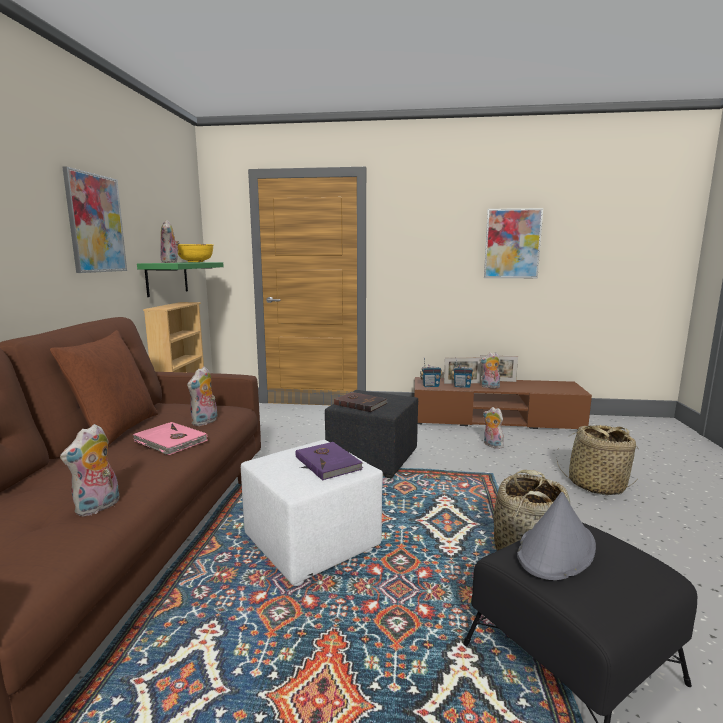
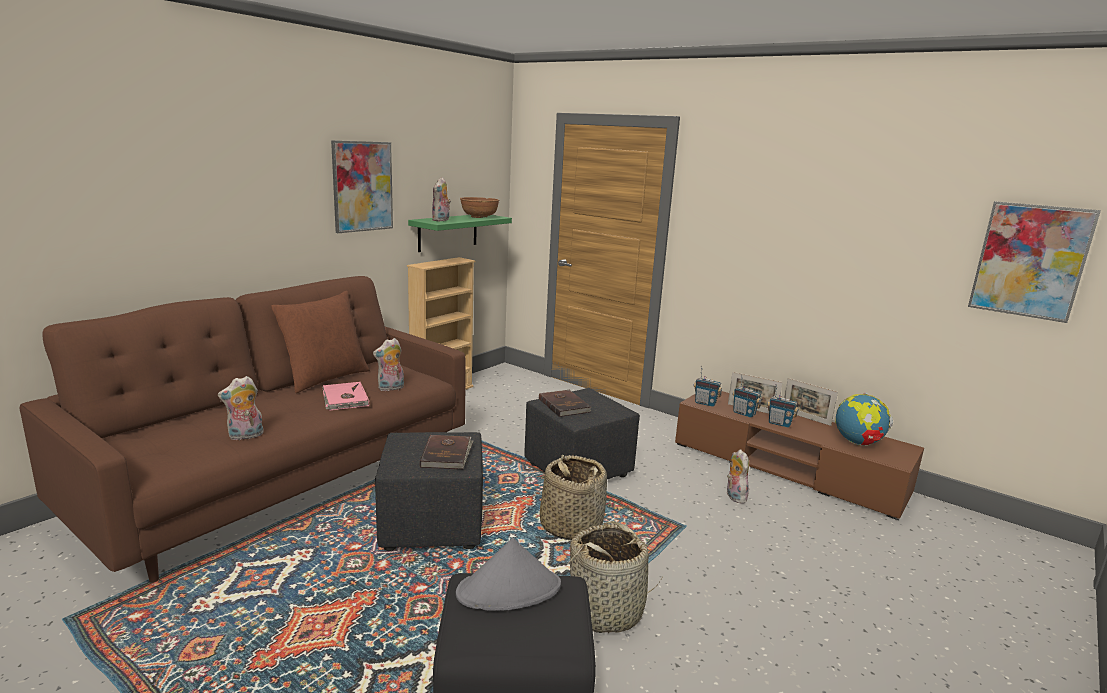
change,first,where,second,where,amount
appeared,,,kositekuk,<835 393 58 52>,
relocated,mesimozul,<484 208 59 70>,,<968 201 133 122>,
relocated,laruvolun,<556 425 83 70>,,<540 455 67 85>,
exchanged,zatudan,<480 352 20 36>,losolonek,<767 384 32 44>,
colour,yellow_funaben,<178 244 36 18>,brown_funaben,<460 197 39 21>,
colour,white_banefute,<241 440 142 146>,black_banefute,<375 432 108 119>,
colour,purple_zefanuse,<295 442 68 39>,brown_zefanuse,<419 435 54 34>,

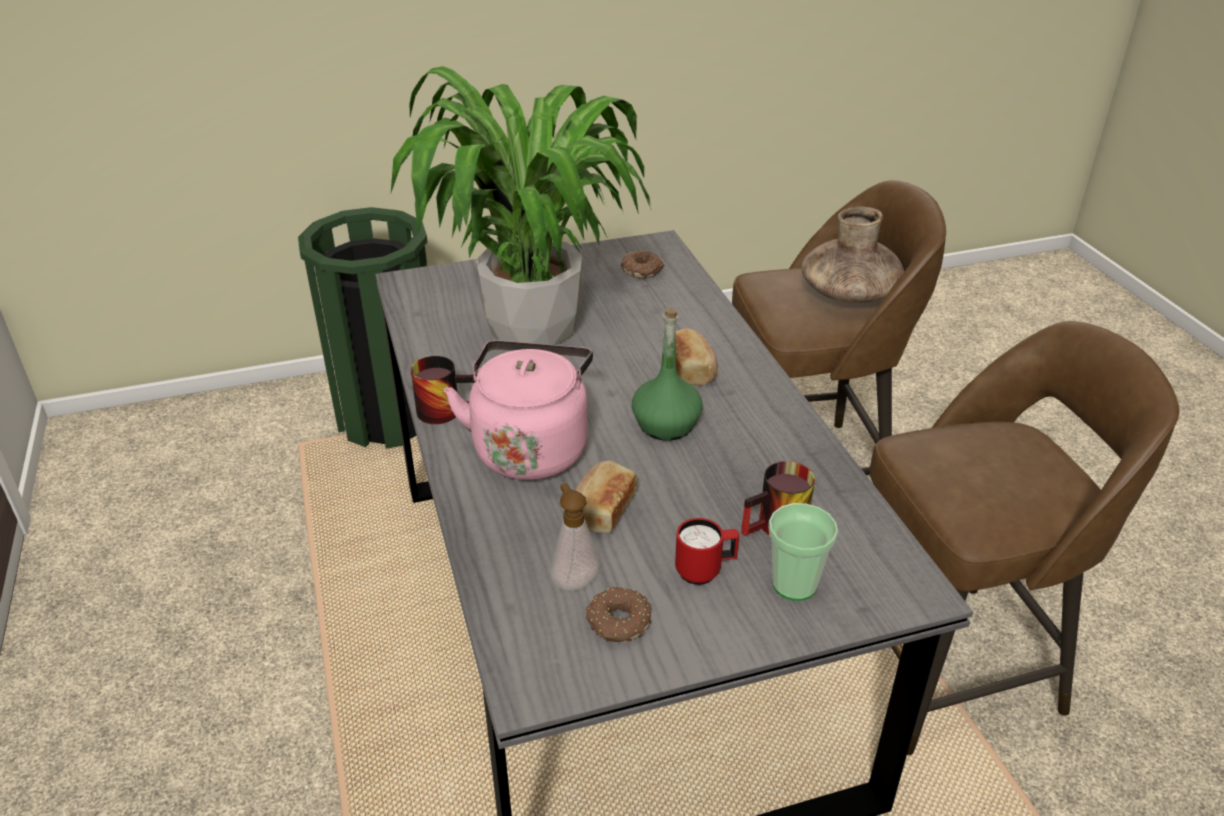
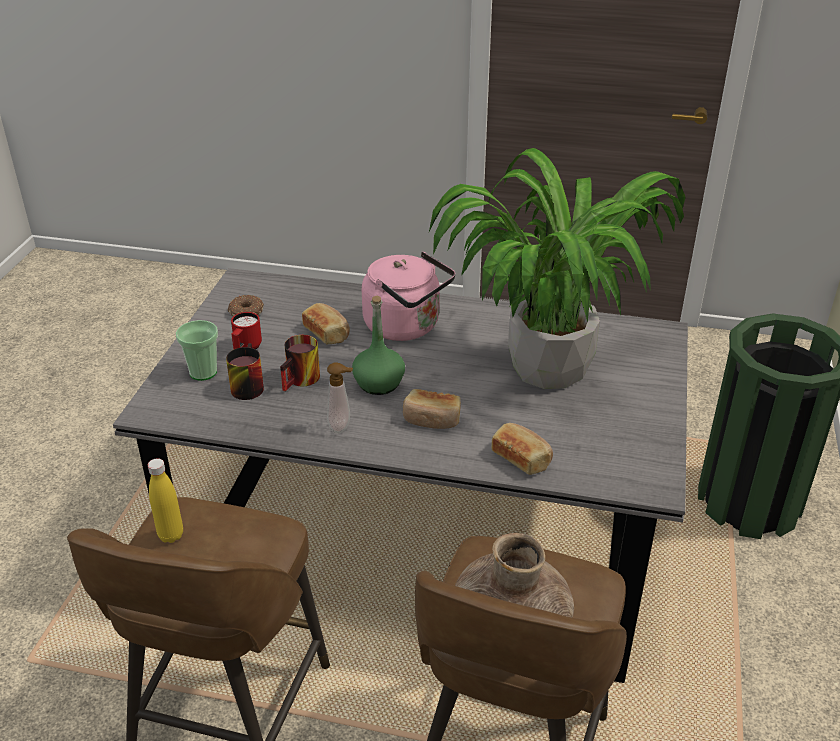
change,first,where,second,where,amount
missing,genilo,<621 251 43 27>,,,
appeared,,,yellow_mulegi,<148 458 35 85>,
appeared,,,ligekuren,<491 423 62 52>,
relocated,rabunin,<411 356 66 68>,,<280 335 40 56>,
relocated,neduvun,<550 483 50 108>,,<327 362 26 72>,

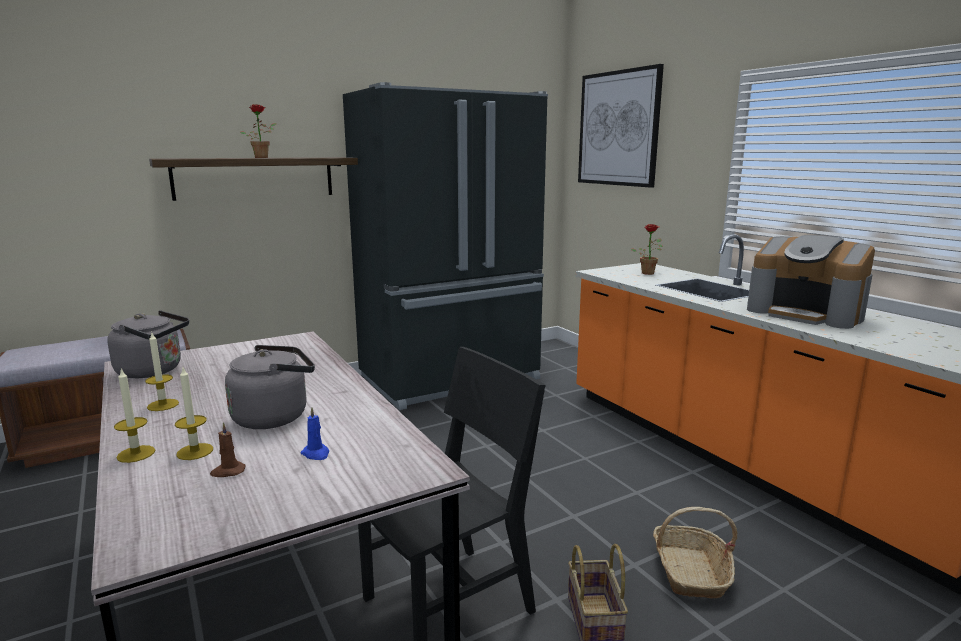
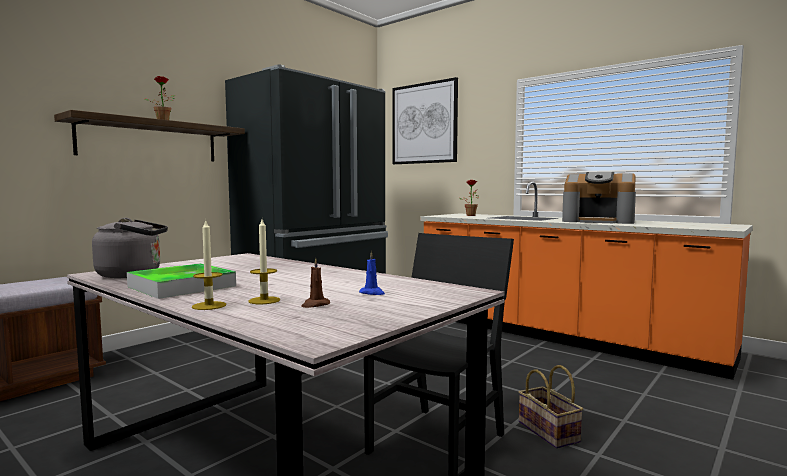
change,first,where,second,where,amount
missing,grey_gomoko,<225 345 90 84>,,,
missing,laruvolun,<653 507 84 91>,,,
exchanged,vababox,<145 333 34 78>,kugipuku,<127 263 109 36>,

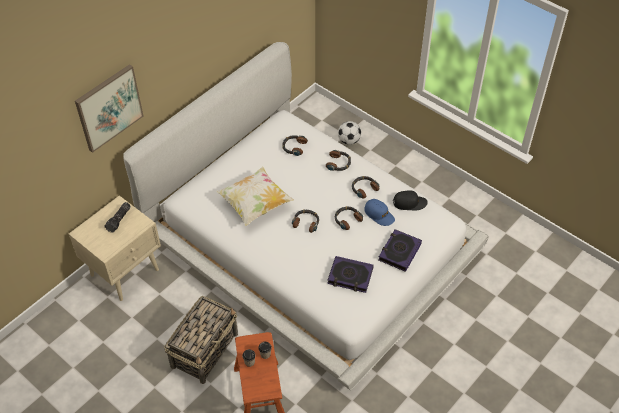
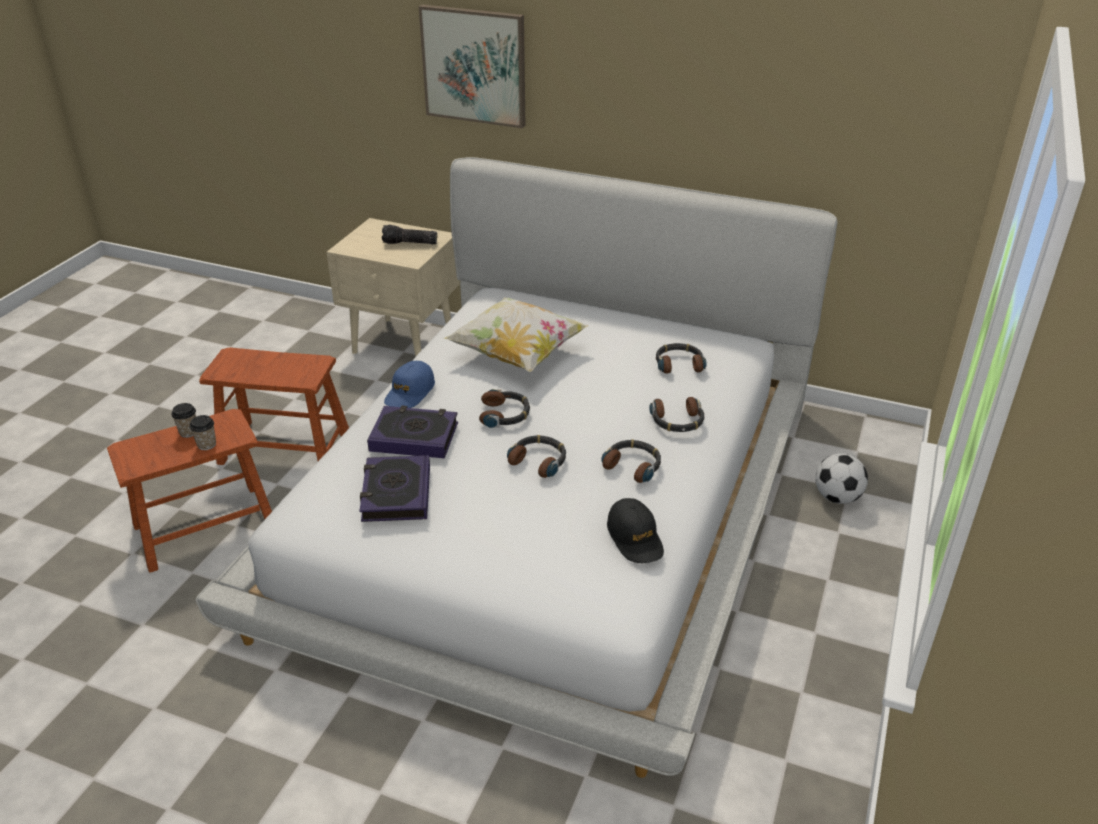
change,first,where,second,where,amount
relocated,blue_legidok,<364 199 31 27>,,<384 361 51 47>,
relocated,zefanuse,<379 229 43 43>,,<367 405 91 53>,
exchanged,laruvolun,<164 296 74 88>,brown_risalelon,<199 347 150 118>,

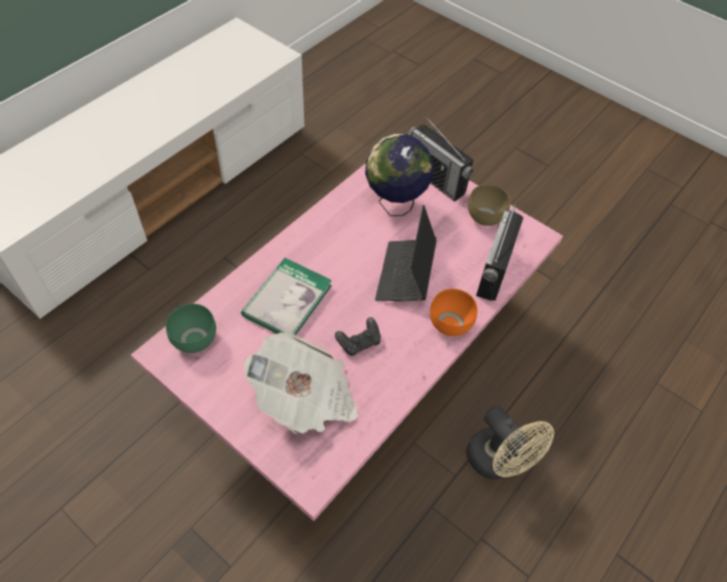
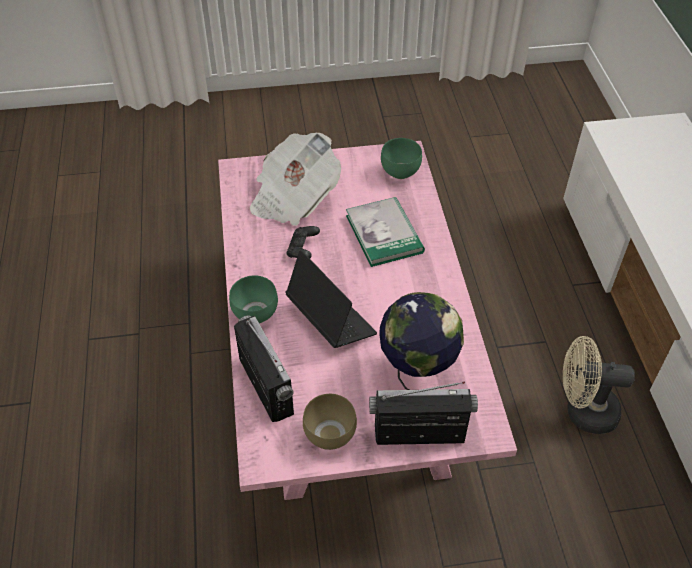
change,first,where,second,where,amount
relocated,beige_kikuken,<466 406 88 73>,,<563 336 72 98>,
colour,orange_funaben,<430 289 48 47>,green_funaben,<229 275 49 48>,

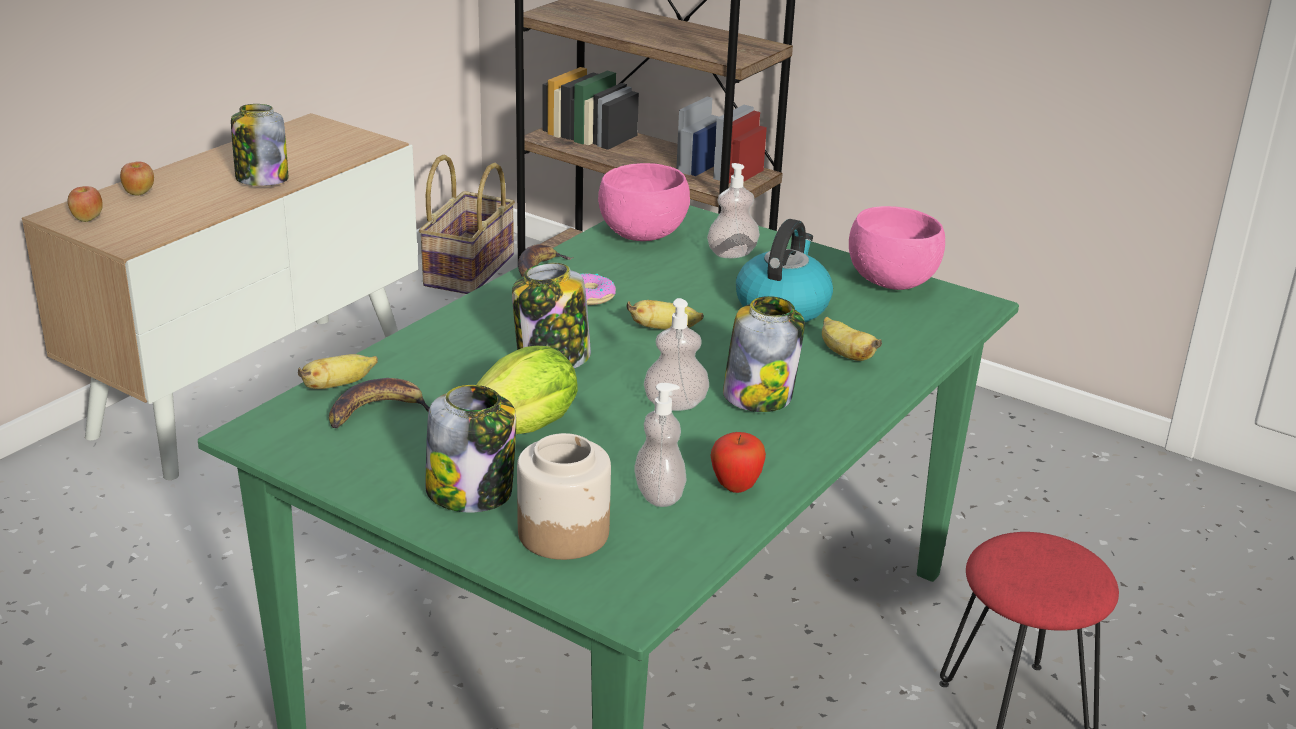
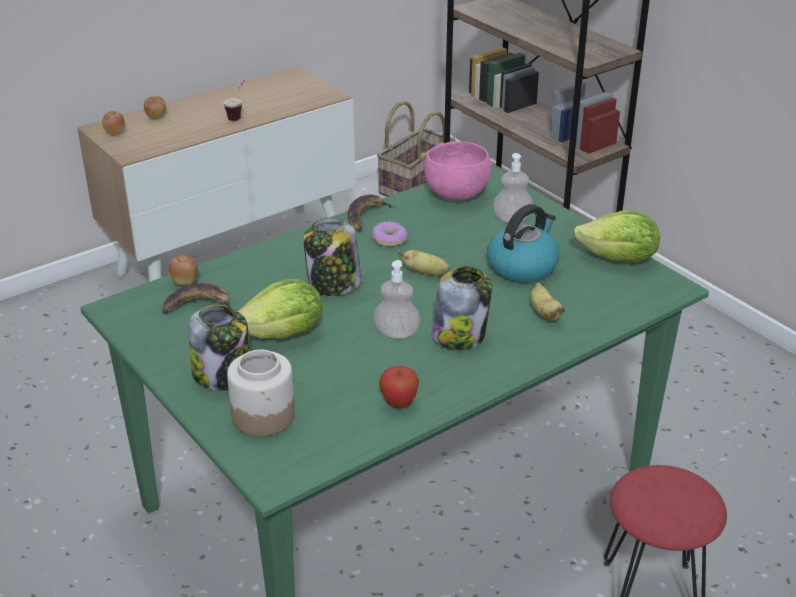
change,first,where,second,where,amount
missing,neduvun,<634 383 53 124>,,,
exchanged,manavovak,<231 104 58 82>,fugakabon,<223 81 21 40>,
exchanged,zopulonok,<298 354 80 35>,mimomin,<169 255 29 30>,
exchanged,pink_funaben,<849 206 96 84>,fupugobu,<573 211 87 51>,

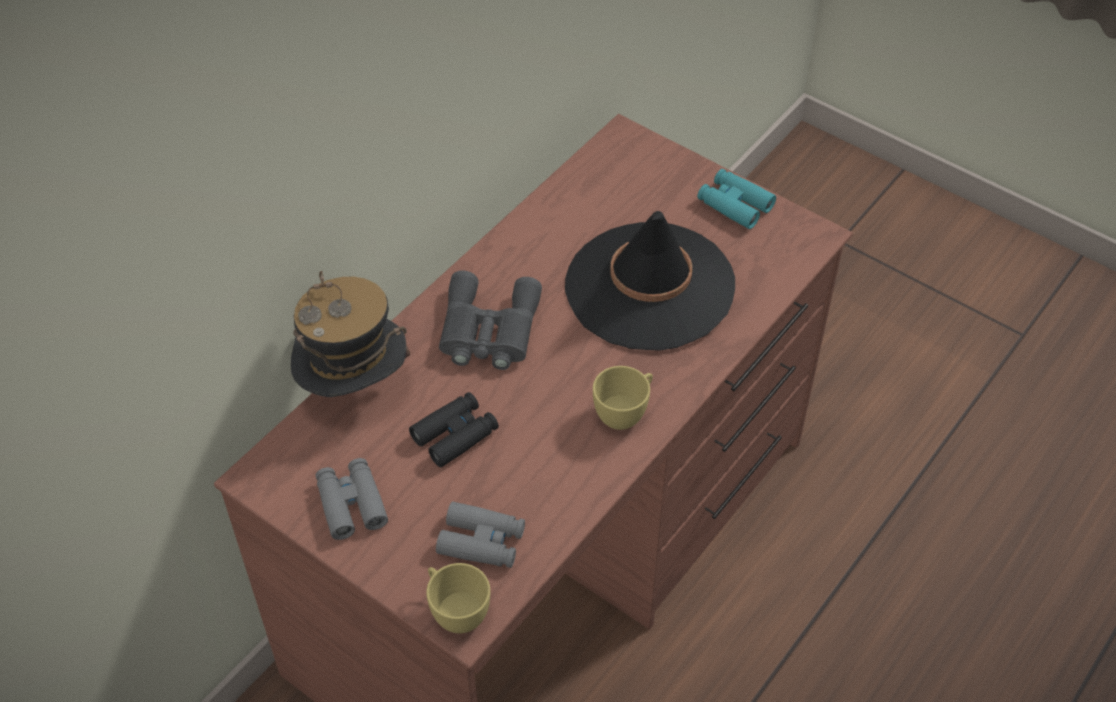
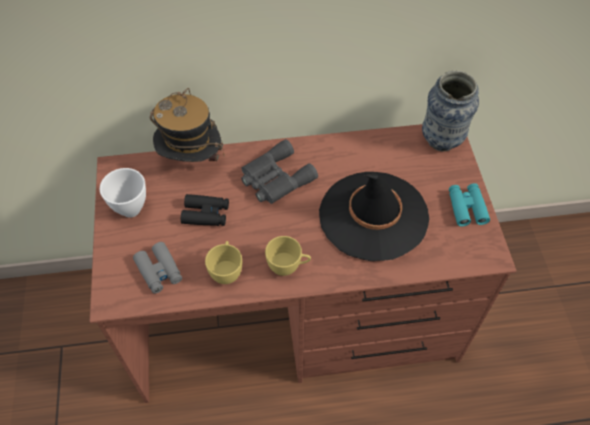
change,first,where,second,where,amount
appeared,,,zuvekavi,<422 71 57 81>,
relocated,yellow_fugakabon,<426 563 64 70>,,<205 241 37 43>,
exchanged,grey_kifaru,<316 458 72 82>,white_funaben,<100 168 46 50>,

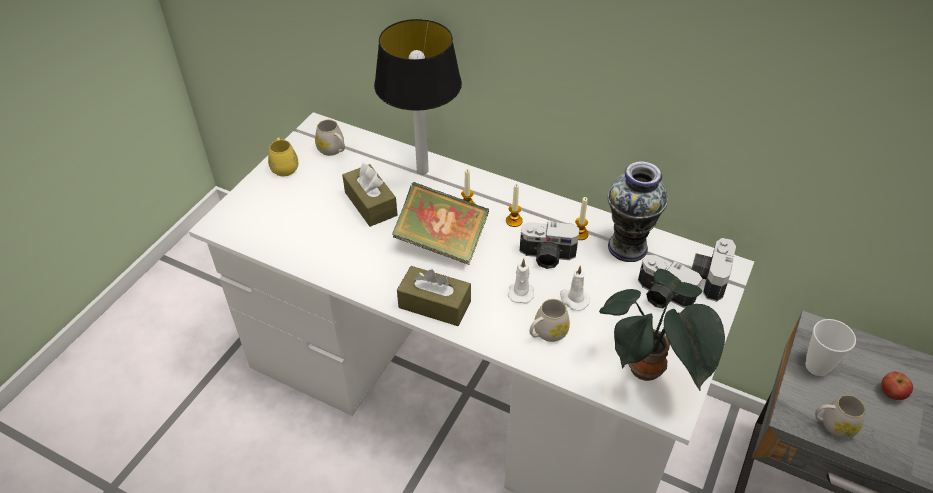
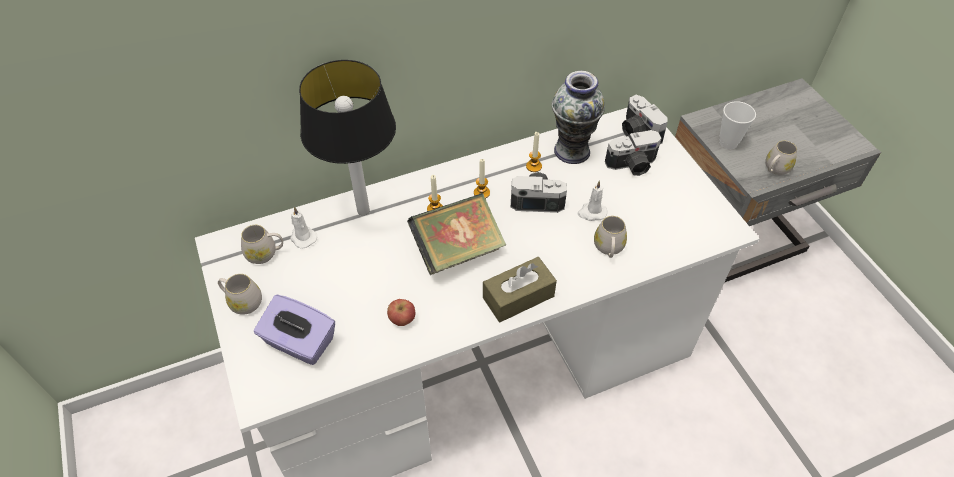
change,first,where,second,where,amount
missing,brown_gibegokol,<342 163 55 64>,,,
missing,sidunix,<599 269 126 122>,,,
appeared,,,purple_gibegokol,<254 295 81 70>,
relocated,white_vababox,<508 259 26 44>,,<290 206 27 42>,
relocated,mimomin,<882 372 31 28>,,<387 299 28 27>,
colour,yellow_rabunin,<268 138 30 39>,white_rabunin,<218 274 44 41>,
spun,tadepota,<519 222 60 47>,,<511 172 56 41>,135 degrees counterclockwise

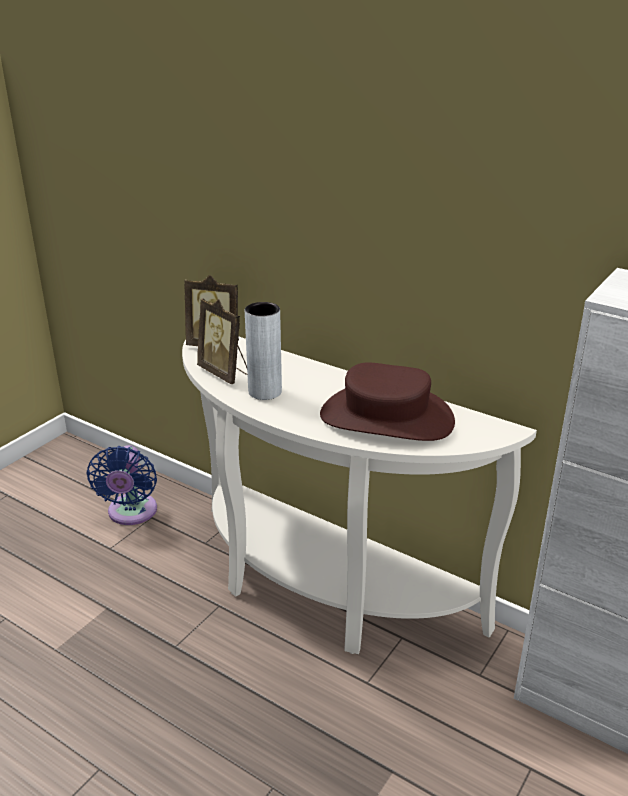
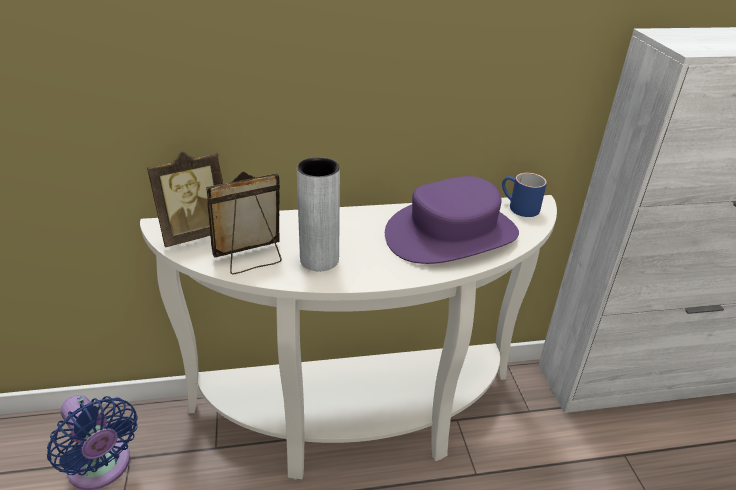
change,first,where,second,where,amount
appeared,,,blue_rabunin,<502 173 45 44>,
colour,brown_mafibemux,<320 362 135 79>,purple_mafibemux,<385 176 134 88>,
spun,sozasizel,<197 298 50 86>,,<206 171 76 103>,150 degrees clockwise

